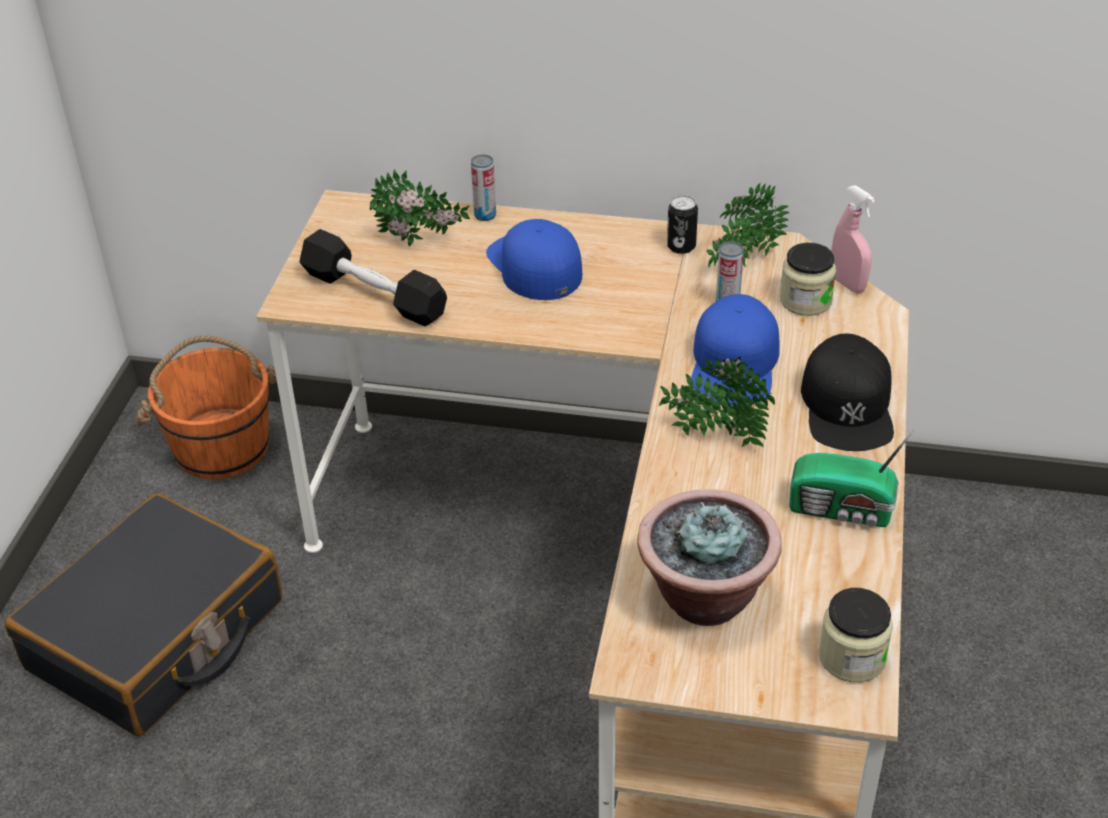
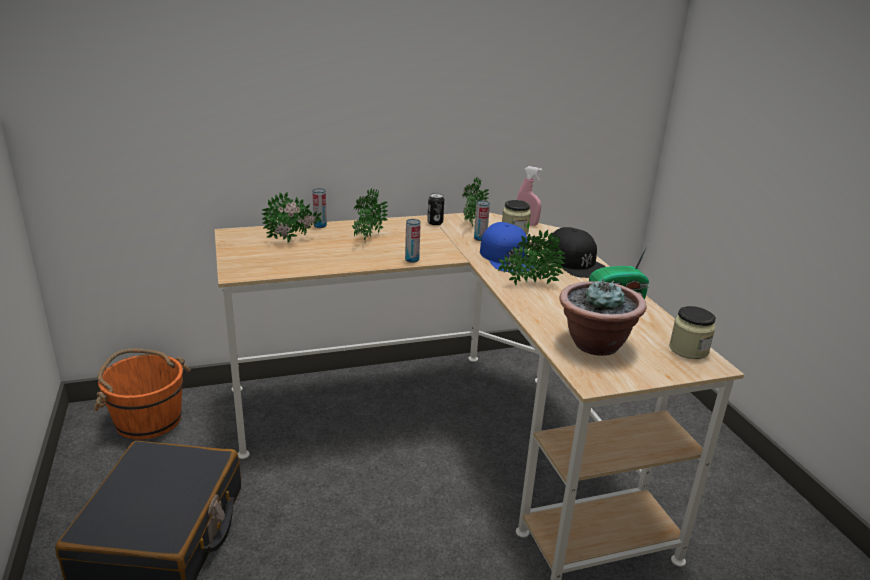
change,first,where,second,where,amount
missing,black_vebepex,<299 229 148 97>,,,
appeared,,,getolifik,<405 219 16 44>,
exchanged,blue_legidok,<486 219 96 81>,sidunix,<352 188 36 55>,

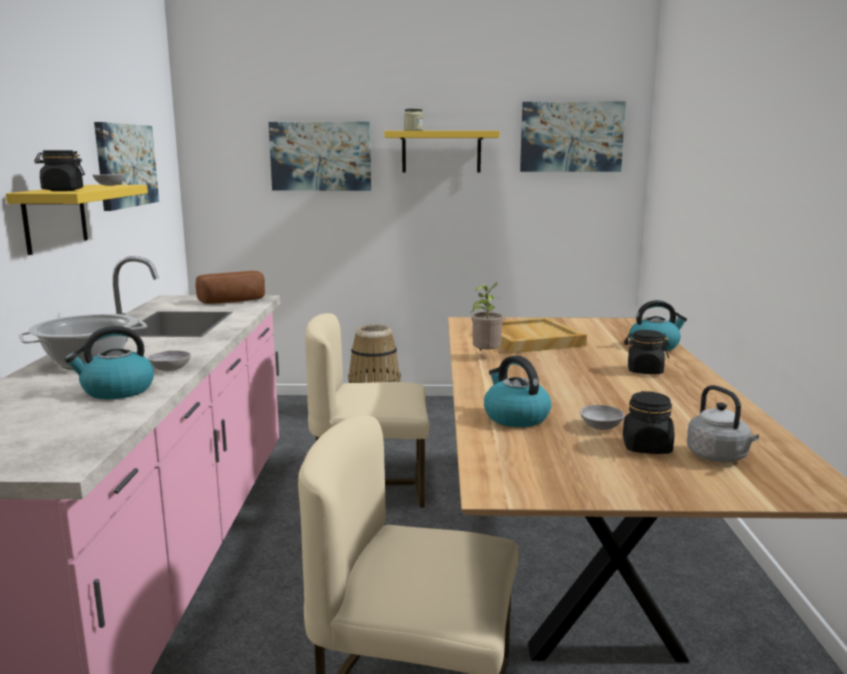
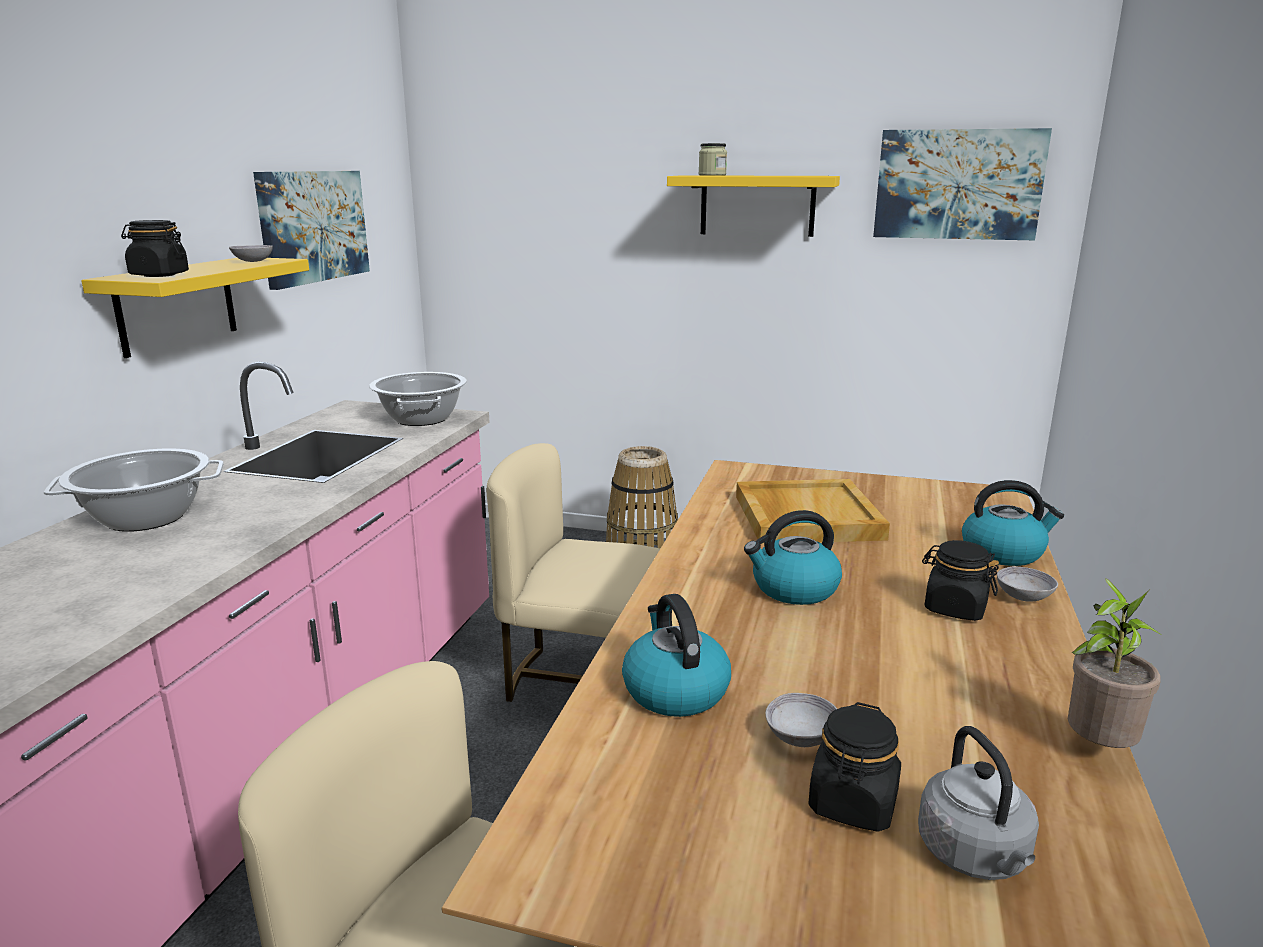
change,first,where,second,where,amount
missing,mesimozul,<269 122 102 69>,,,
relocated,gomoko,<65 326 89 73>,,<744 510 98 95>,
relocated,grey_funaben,<148 350 43 21>,,<997 566 61 36>,
relocated,sidunix,<471 282 33 69>,,<1068 578 93 170>,
exchanged,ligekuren,<195 271 70 33>,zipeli,<369 372 98 54>,

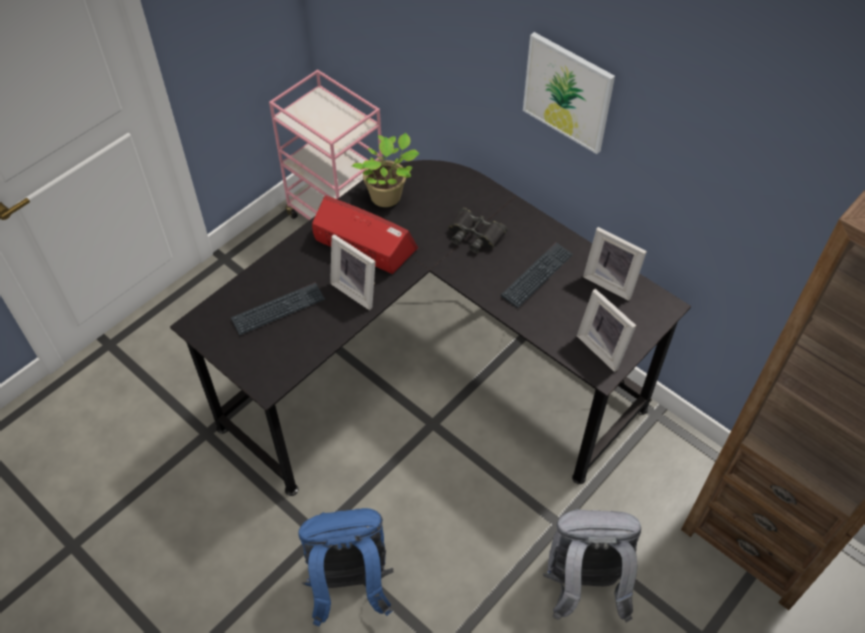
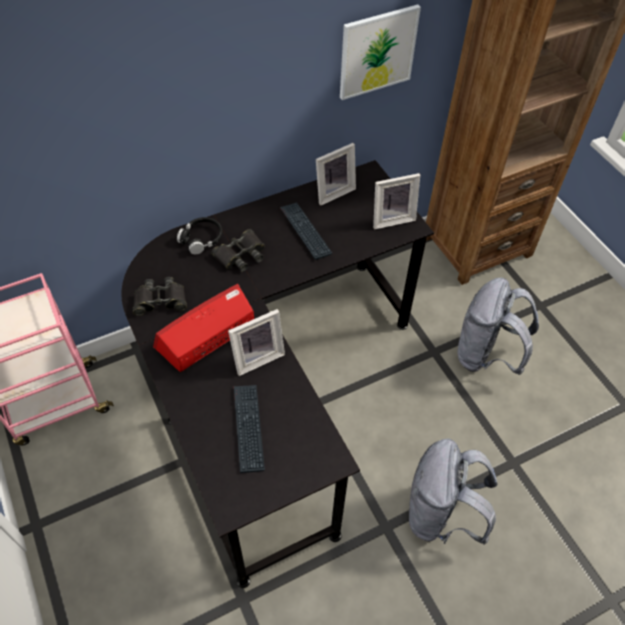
change,first,where,second,where,amount
appeared,,,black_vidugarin,<177 217 46 37>,
relocated,mesimozul,<523 32 92 122>,,<340 5 81 95>,
exchanged,sidunix,<352 133 67 74>,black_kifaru,<133 277 54 39>,
colour,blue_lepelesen,<298 508 96 119>,grey_lepelesen,<409 438 88 107>,

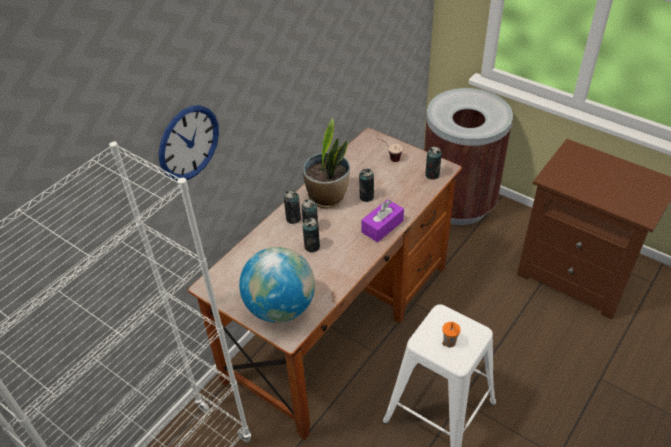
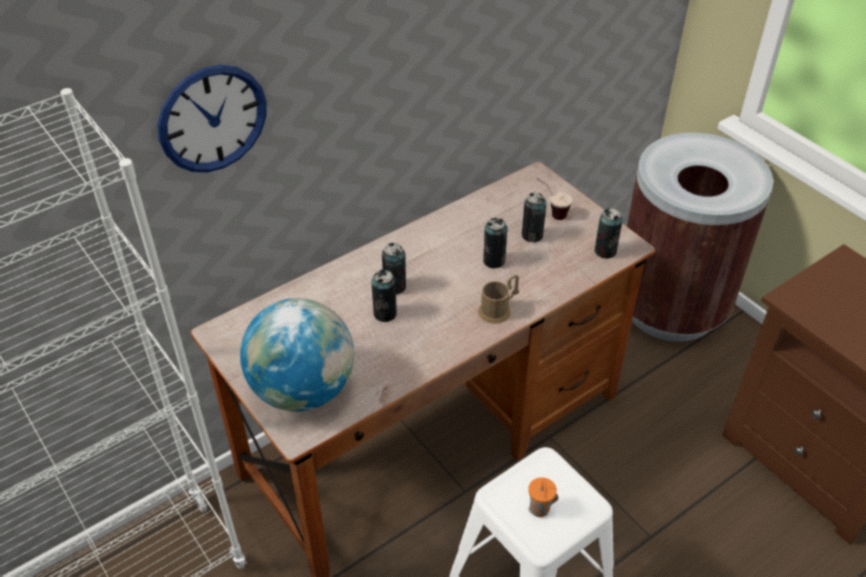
change,first,where,second,where,amount
missing,sidunix,<303 118 47 90>,,,
relocated,getolifik,<284 190 17 34>,,<522 192 25 50>,
exchanged,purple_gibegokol,<361 199 43 43>,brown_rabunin,<478 274 41 50>,

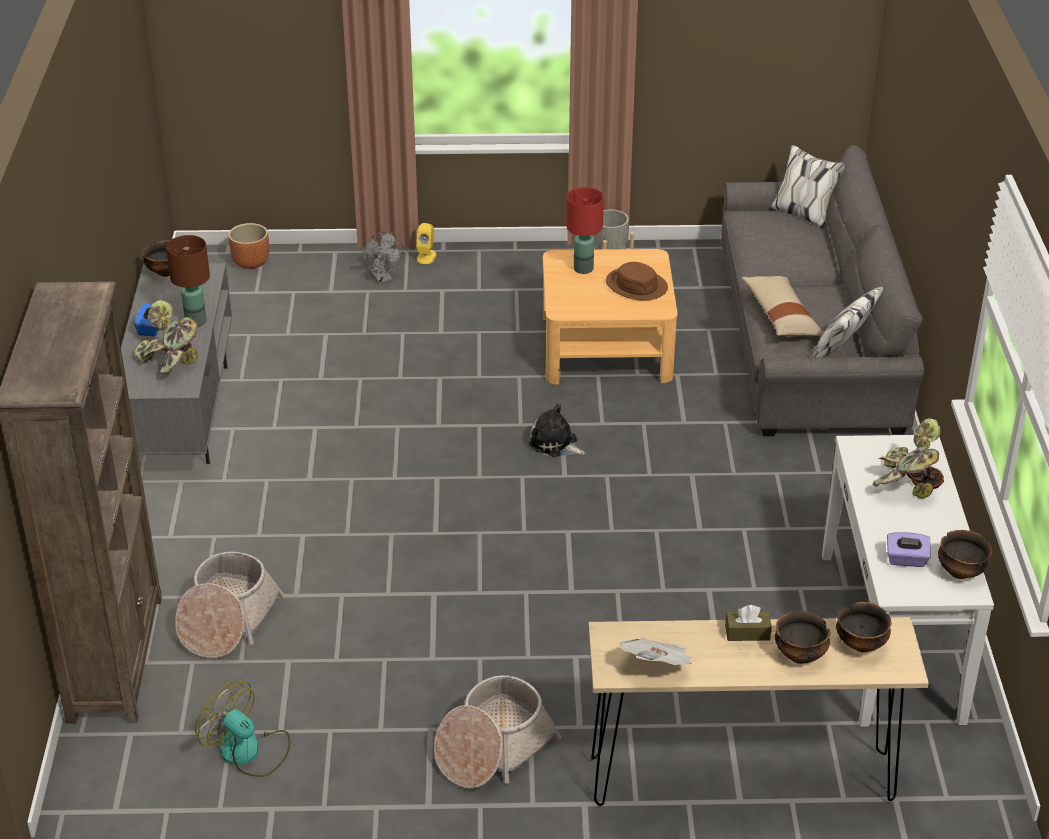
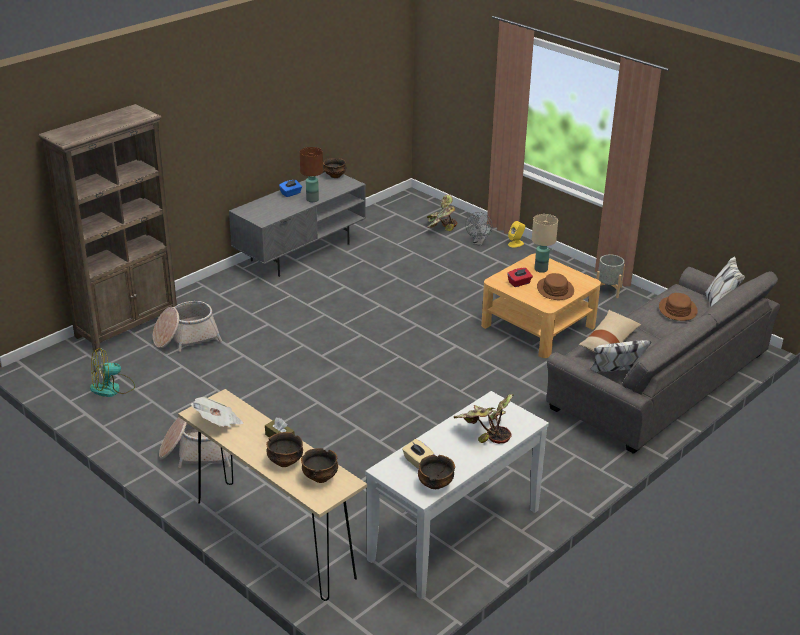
change,first,where,second,where,amount
missing,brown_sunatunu,<228 223 41 46>,,,
missing,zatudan,<528 404 57 53>,,,
appeared,,,red_gibegokol,<507 268 26 19>,
appeared,,,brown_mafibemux,<659 293 39 28>,
relocated,sidunix,<134 300 64 74>,,<427 194 30 37>,
colour,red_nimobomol,<566 187 38 87>,beige_nimobomol,<532 214 26 59>,
colour,purple_gibegokol,<887 532 44 35>,beige_gibegokol,<402 439 33 30>,
spun,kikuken,<195 681 95 96>,,<90 348 45 49>,105 degrees counterclockwise

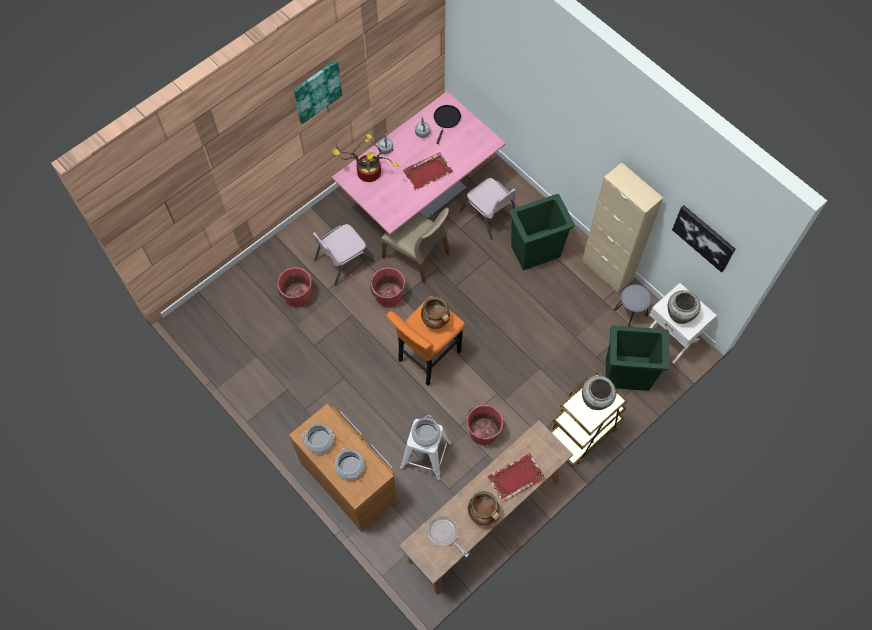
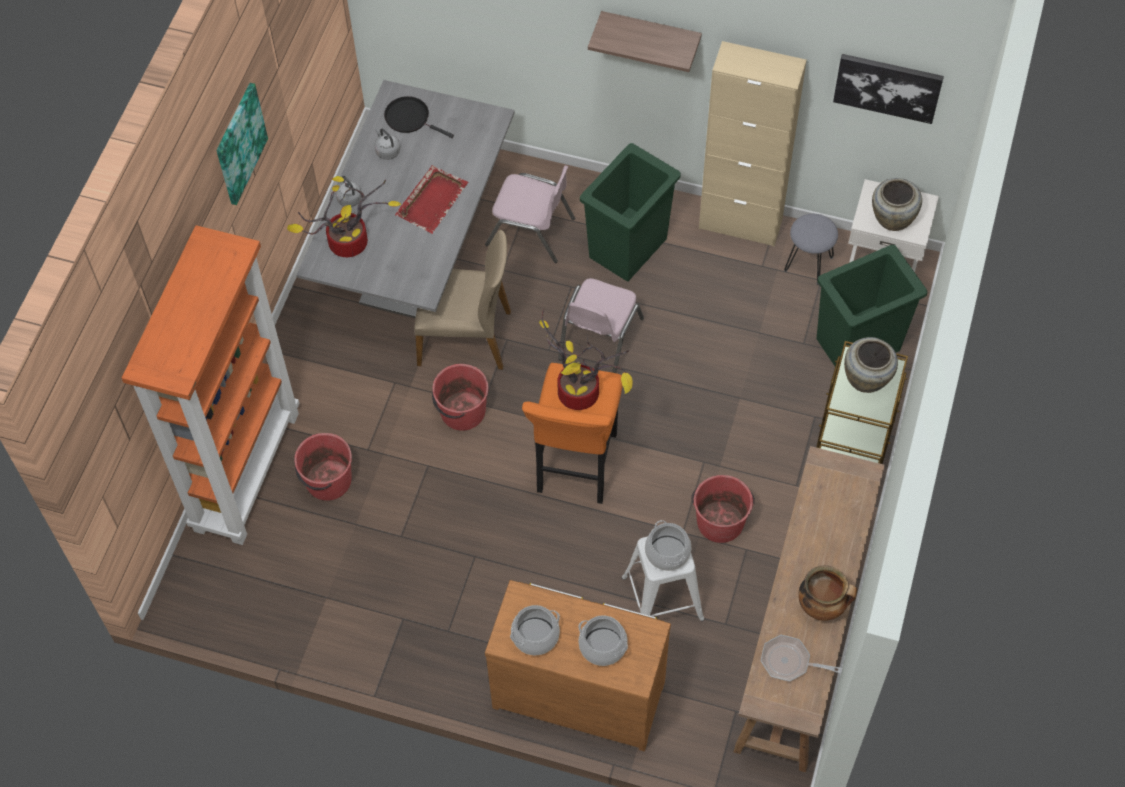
change,first,where,second,where,amount
missing,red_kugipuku,<487 453 58 49>,,,
appeared,,,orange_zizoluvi,<121 225 179 320>,
appeared,,,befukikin,<588 11 114 61>,
relocated,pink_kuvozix,<313 224 61 62>,,<558 278 86 95>,
exchanged,zipeli,<421 297 29 32>,sidunix,<539 309 94 101>,
colour,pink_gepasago,<332 91 174 144>,grey_gepasago,<297 80 218 238>,
spun,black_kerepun,<434 105 27 39>,,<384 96 70 42>,45 degrees counterclockwise

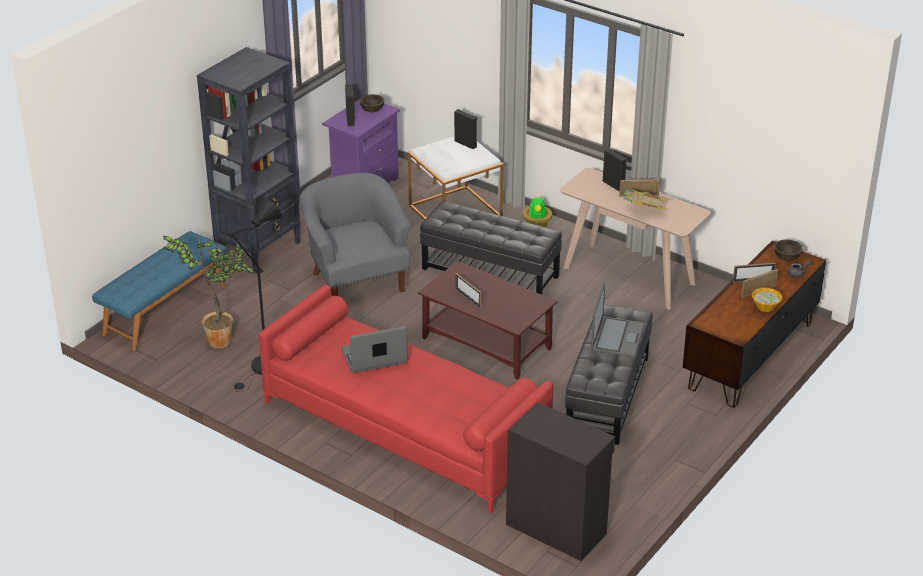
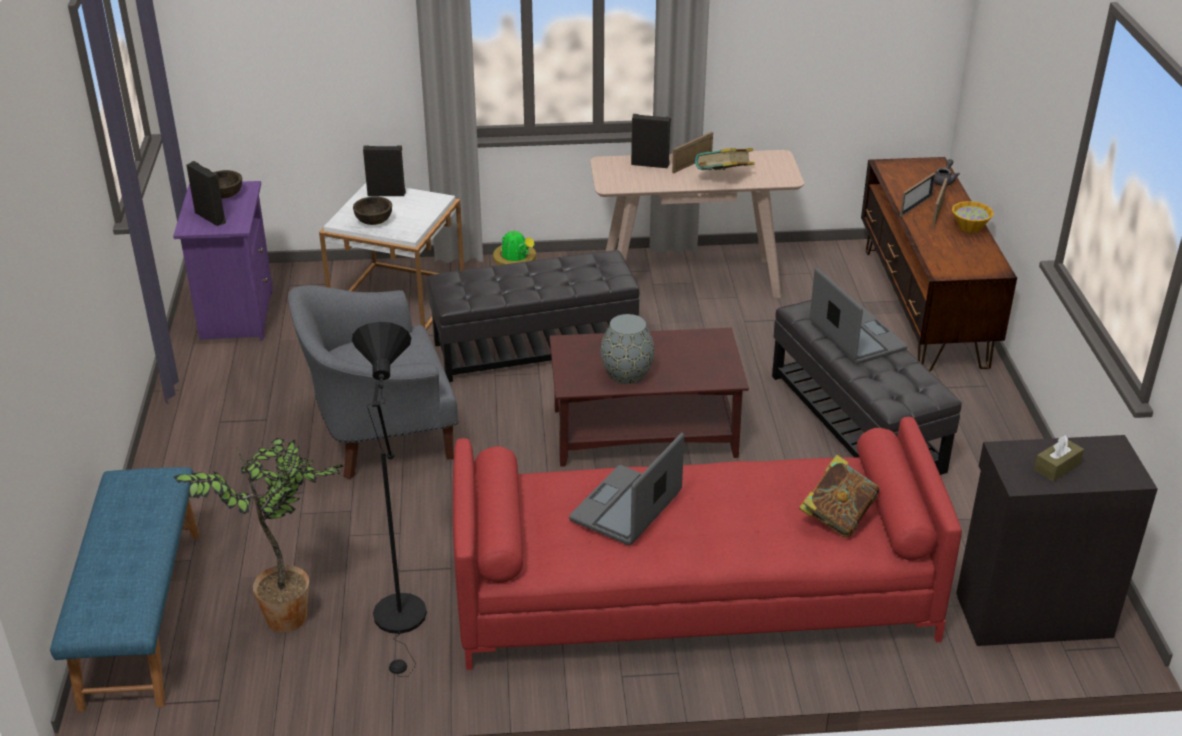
change,first,where,second,where,amount
missing,black_zizoluvi,<197 47 104 227>,,,
appeared,,,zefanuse,<799 455 80 82>,
appeared,,,brown_gibegokol,<1034 435 50 47>,
relocated,brown_funaben,<774 239 29 22>,,<353 196 39 29>,
exchanged,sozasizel,<455 273 26 35>,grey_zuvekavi,<600 314 55 70>,
spun,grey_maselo,<299 173 111 123>,,<288 285 170 194>,45 degrees counterclockwise

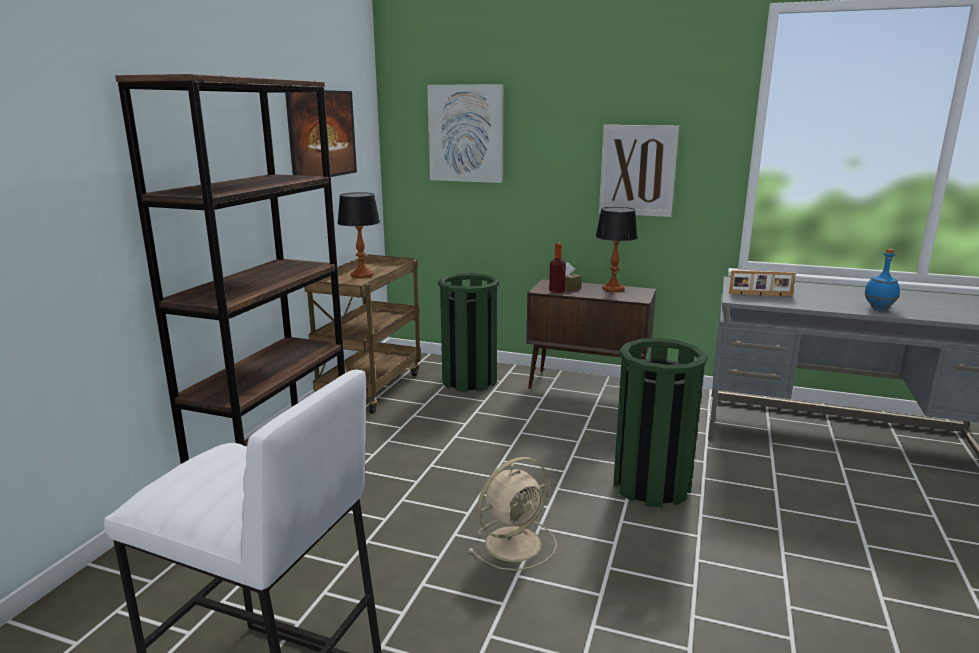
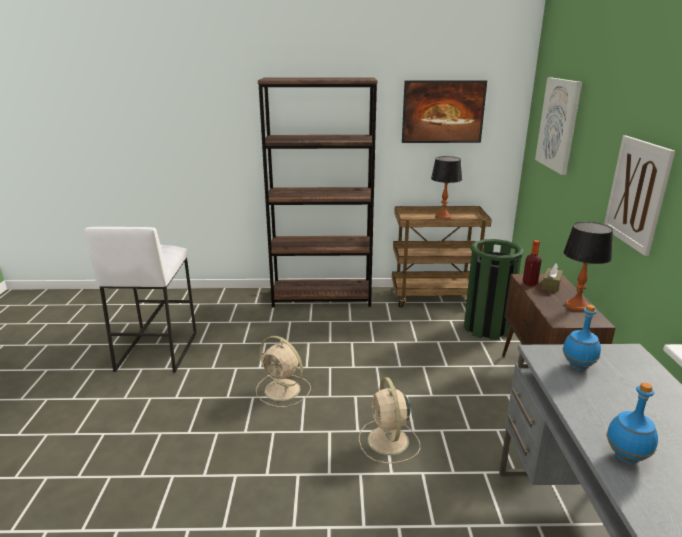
change,first,where,second,where,amount
exchanged,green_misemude,<614 338 94 169>,beige_kikuken,<359 377 61 86>,
exchanged,sozasizel,<729 270 67 27>,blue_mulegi,<563 305 38 65>,

